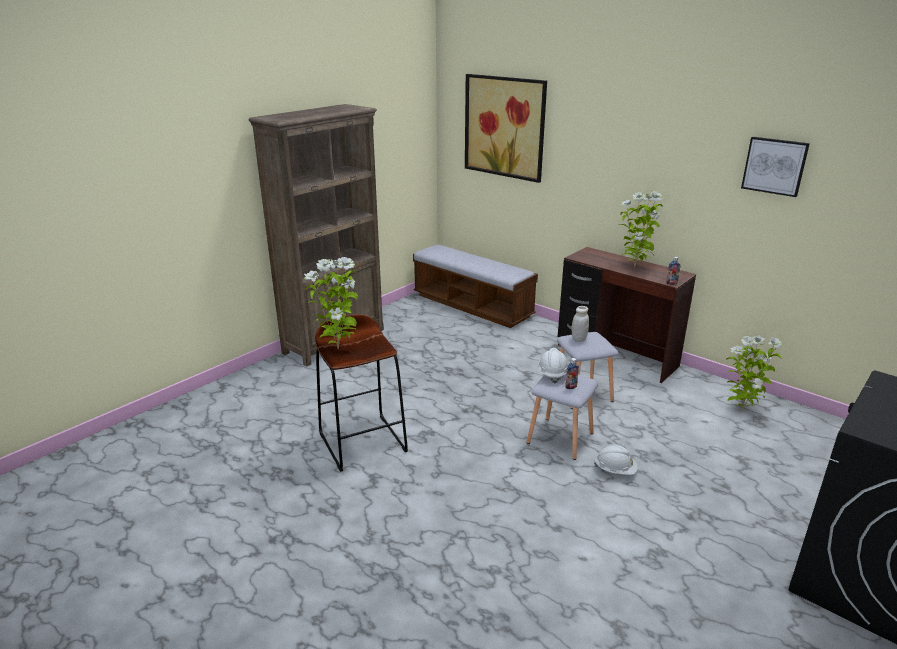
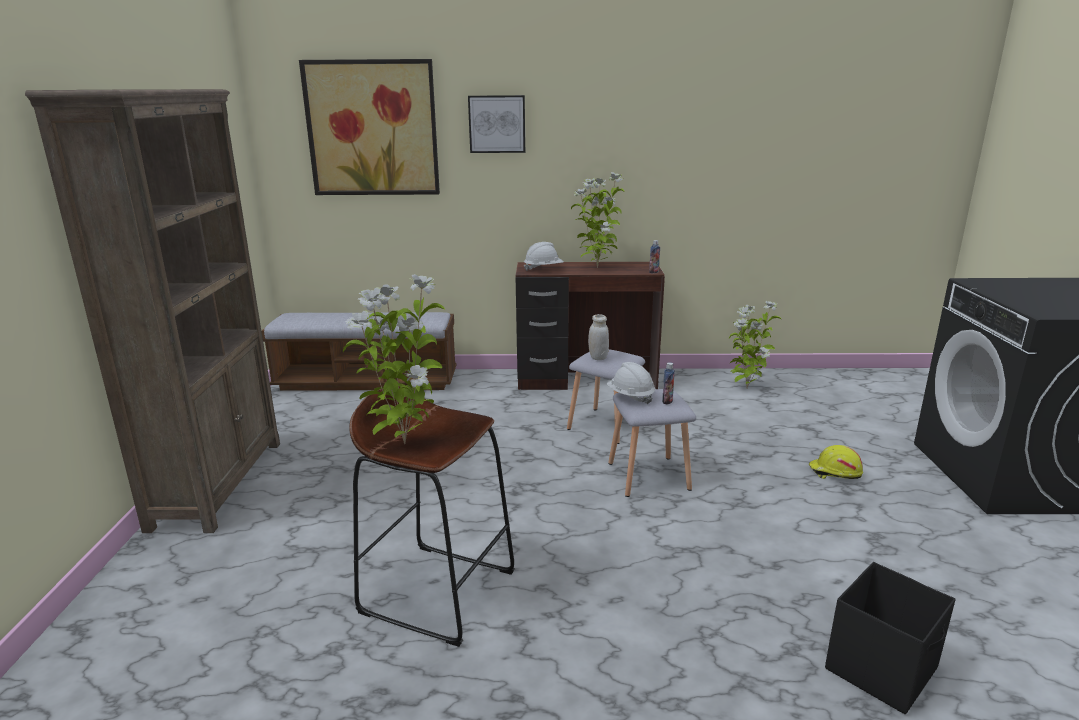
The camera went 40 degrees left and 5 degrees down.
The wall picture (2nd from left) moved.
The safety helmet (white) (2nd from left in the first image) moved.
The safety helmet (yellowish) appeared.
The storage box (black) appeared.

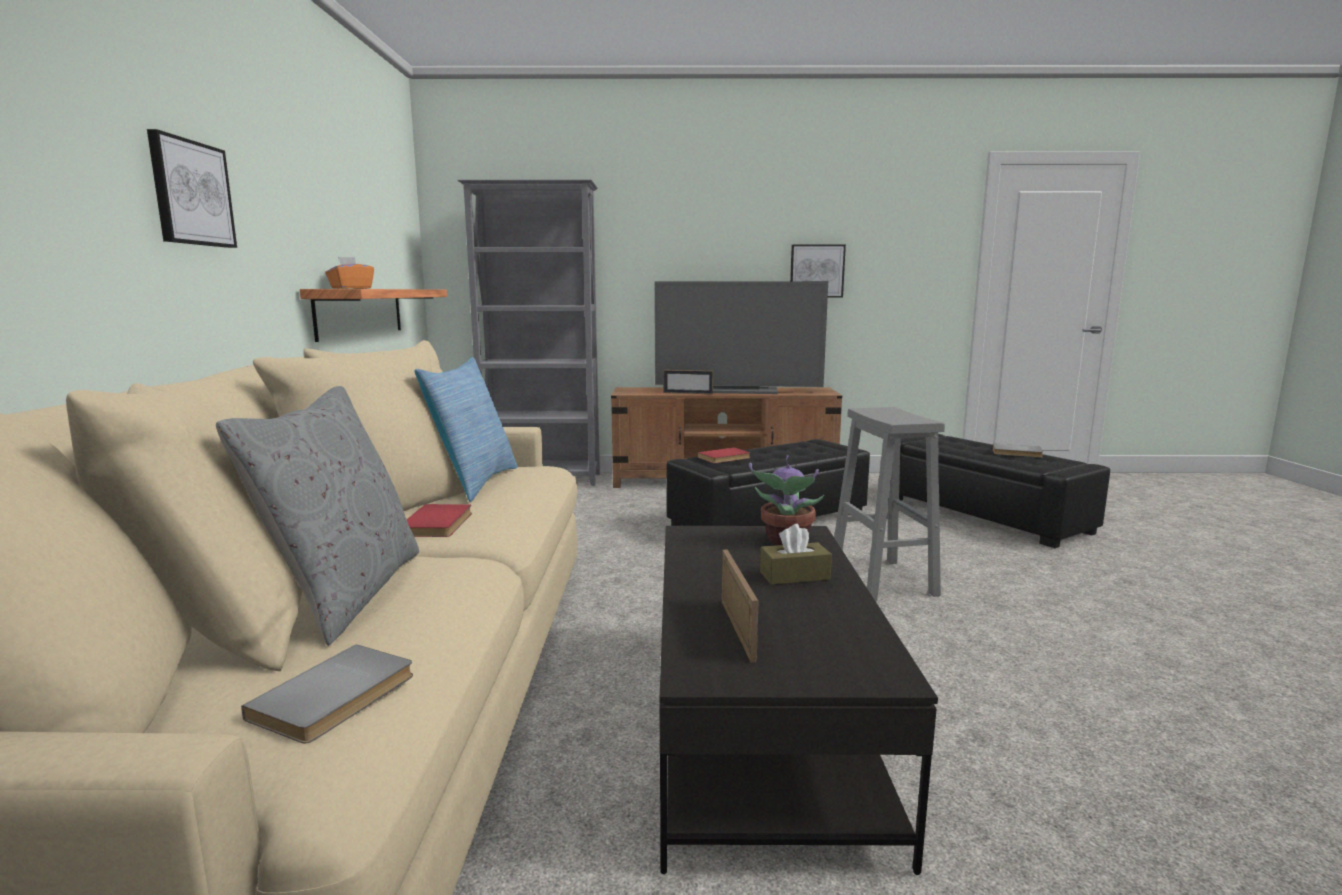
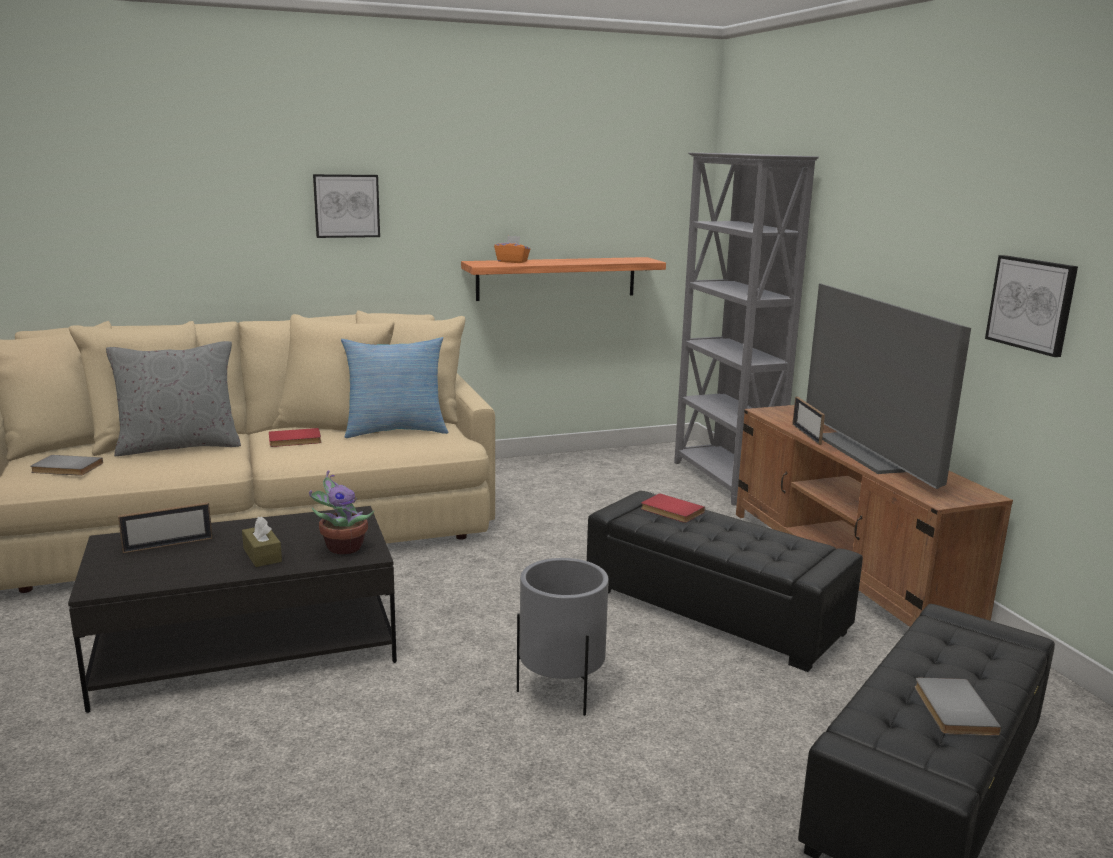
The camera went 70 degrees right and 5 degrees up.
The stool (gray) was replaced by the flower pot (gray).

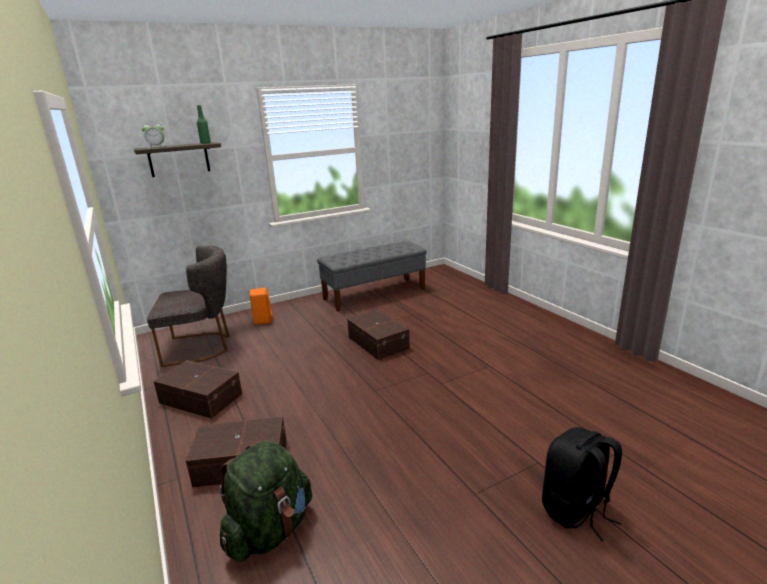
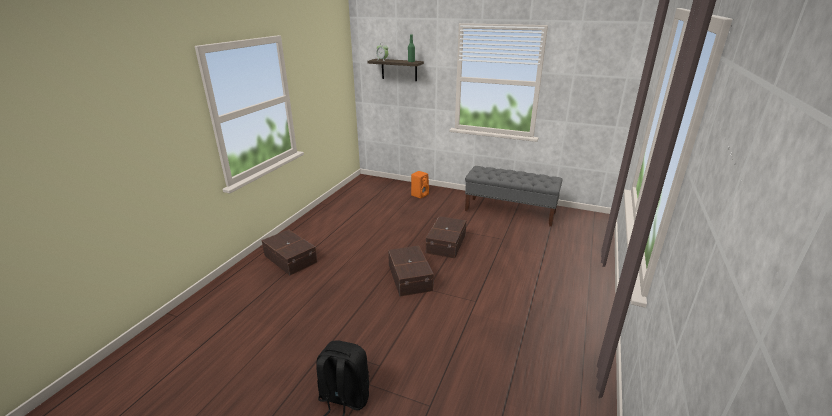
The camera went 50 degrees right and 5 degrees up.
The upright chair (gray) disappeared.
The storage box (brown) (1st from left in the first image) moved.
The knapsack (green) disappeared.

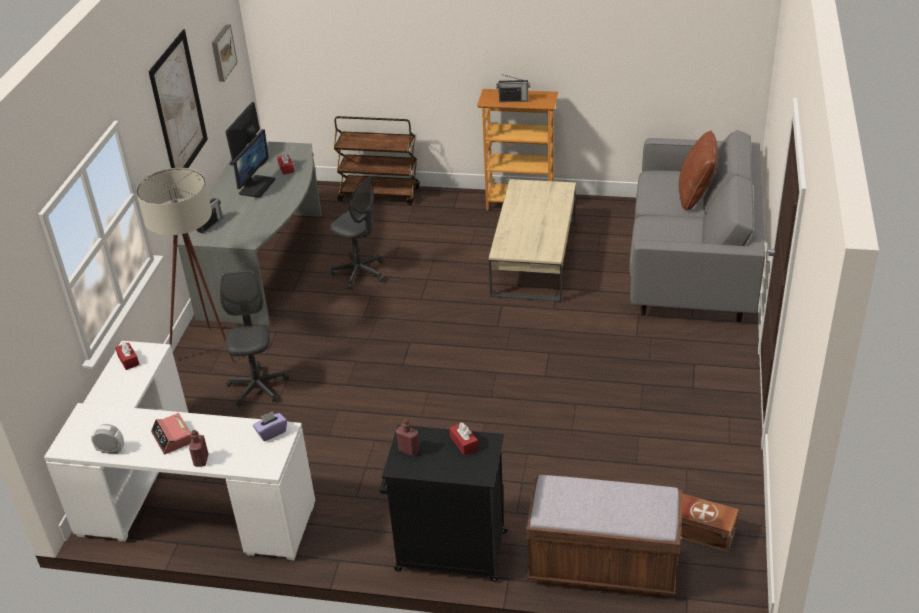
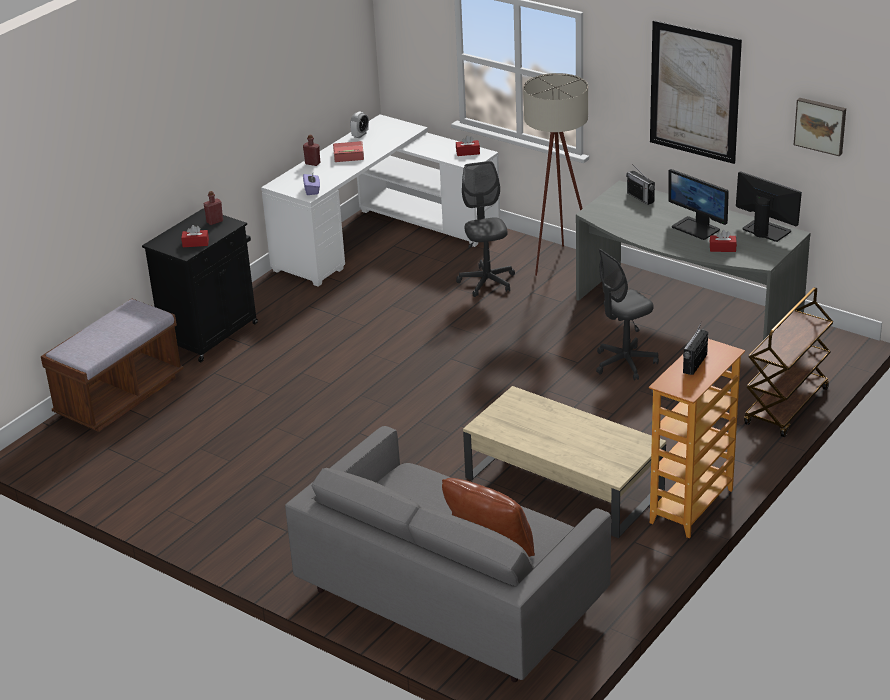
The camera went 115 degrees right and 5 degrees down.
The computer chair (gray) (1st from left) turned 120 degrees counterclockwise.
The storage box (brown) disappeared.

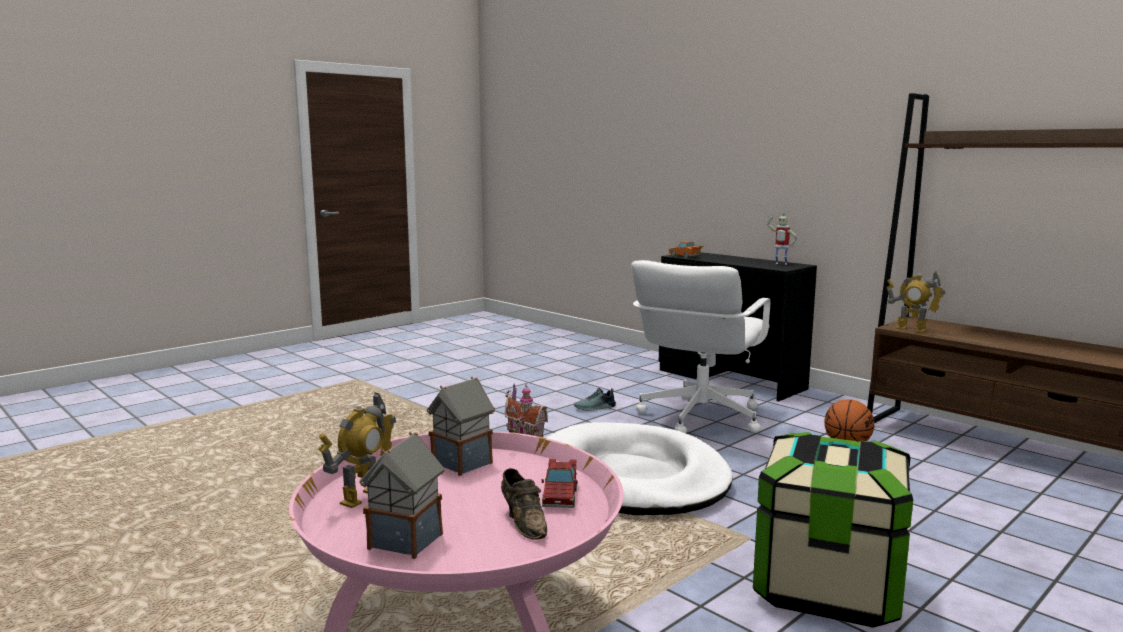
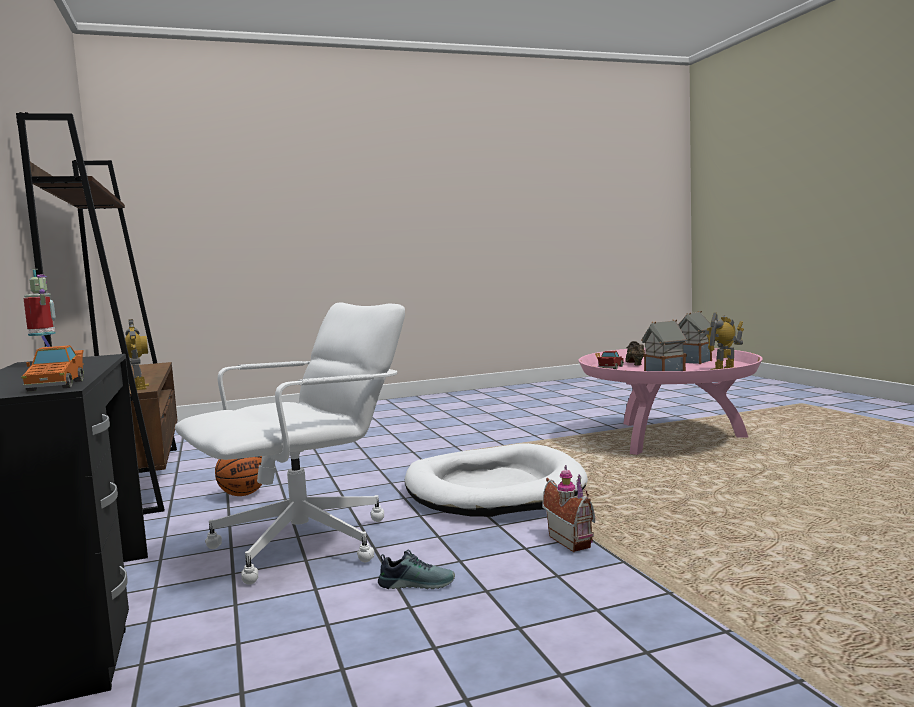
The camera went 155 degrees left and 5 degrees down.
The storage box disappeared.

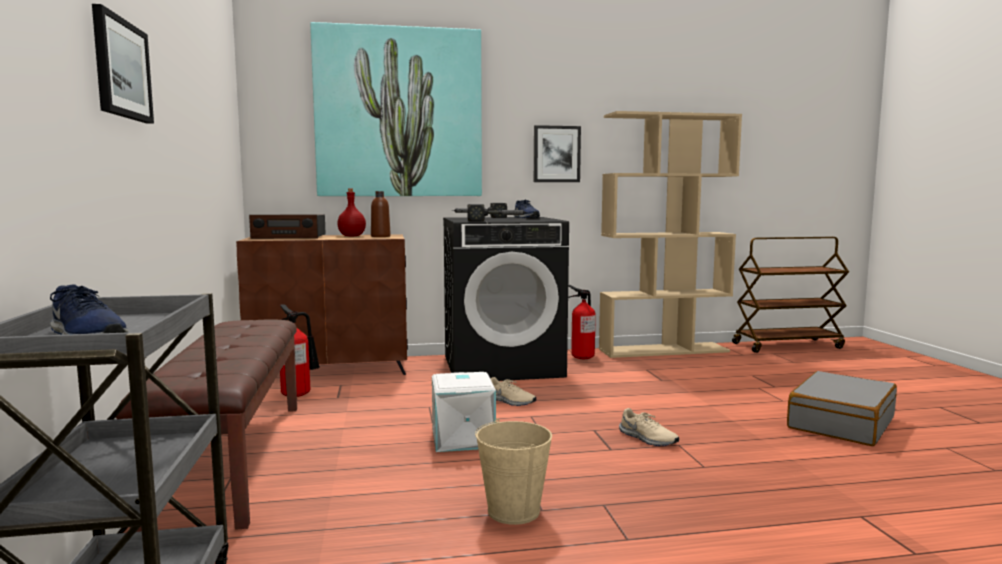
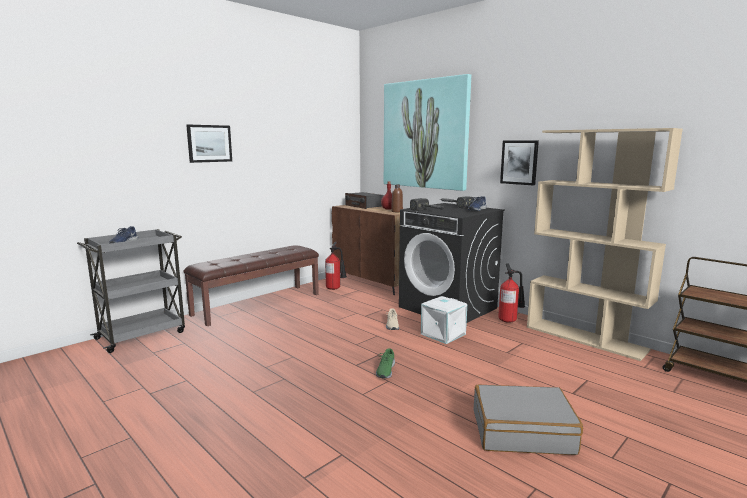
The camera went 55 degrees right and 5 degrees up.
The storage box (white) moved.
The low shoe (beige) (2nd from left) became the low shoe (green).
The water bucket (beige) disappeared.

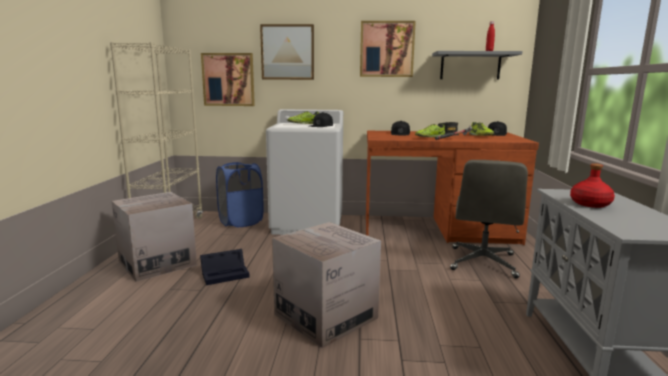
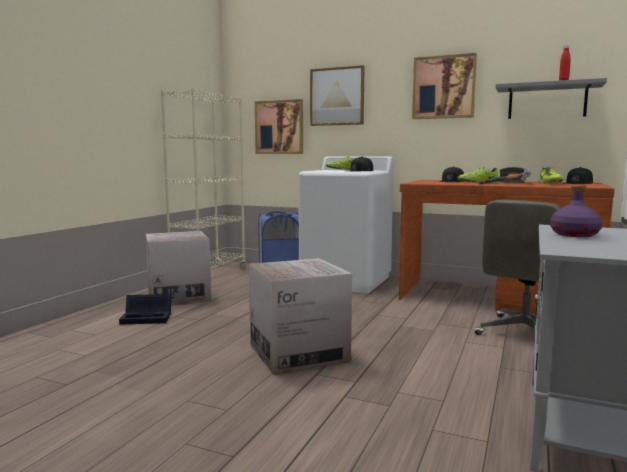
The camera went 20 degrees right and 5 degrees down.
The bottle (reddish) (2nd from left) became the bottle (purple-coloured).
The storage box (black) moved.

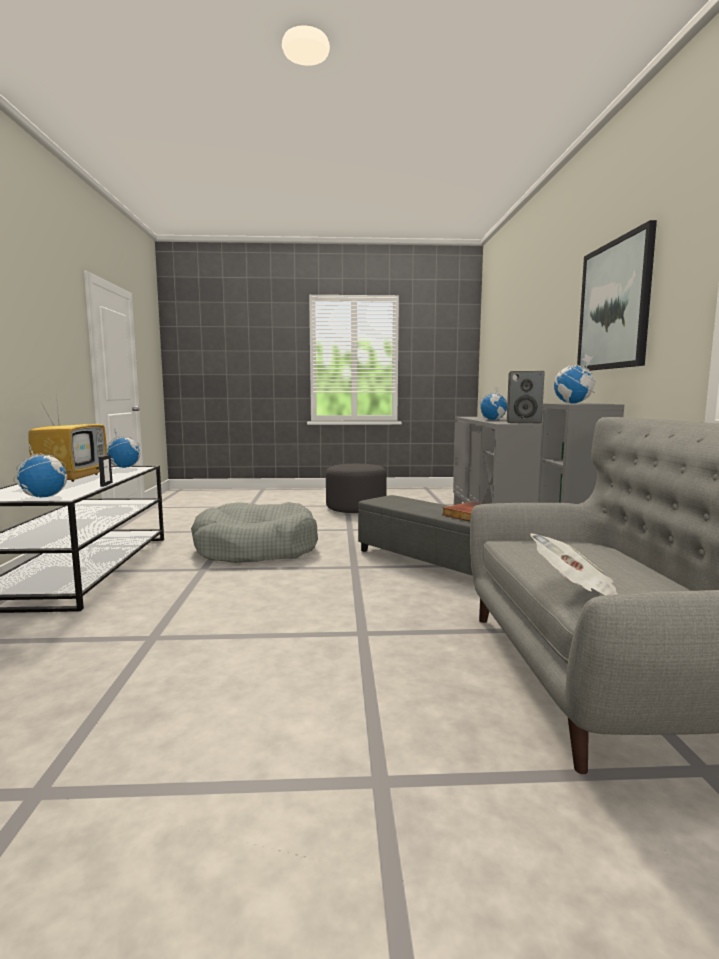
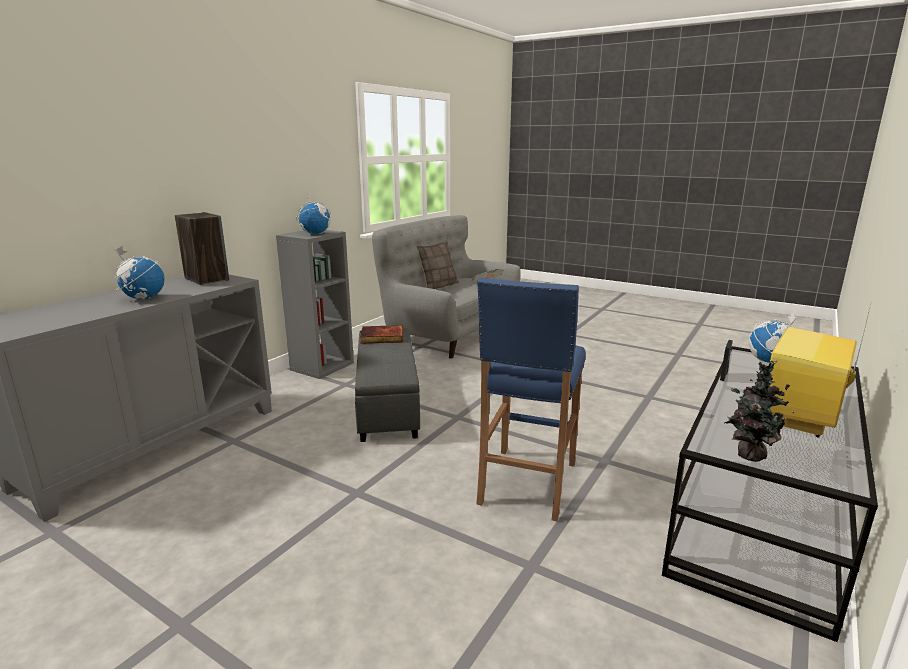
The camera went 145 degrees left and 10 degrees up.
The wall picture disappeared.
The world globe (2nd from left) was replaced by the houseplant.
The ottoman (gray) (1st from left) disappeared.
The dog cushion (gray) was replaced by the stool (bluish).
The throw pillow appeared.

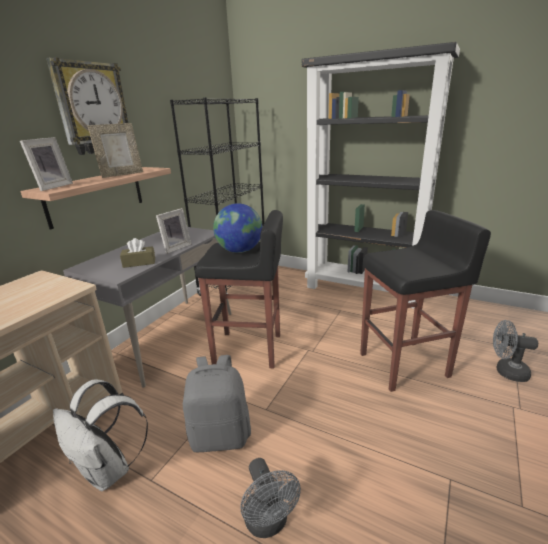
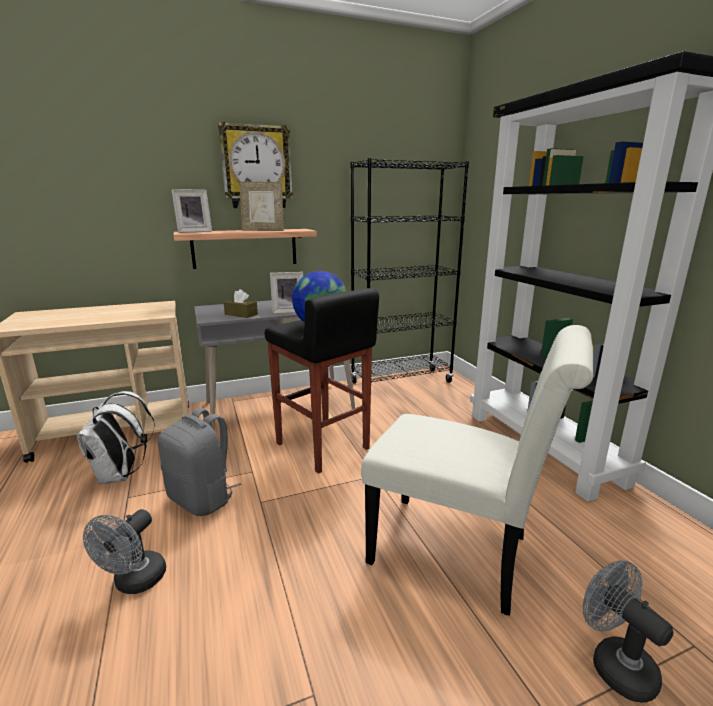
The camera went 40 degrees right and 5 degrees down.
The stool (black) (2nd from left) was replaced by the upright chair (white).

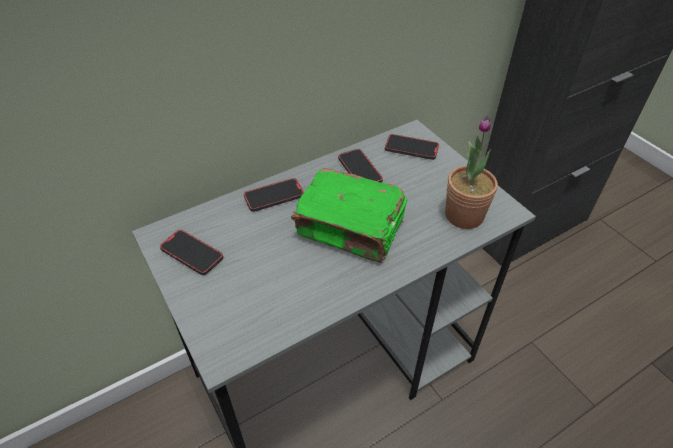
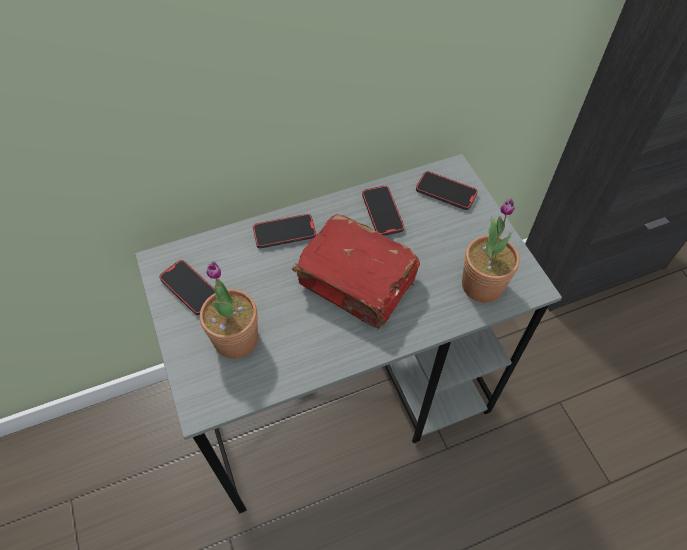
The camera went 10 degrees right and 10 degrees up.
The book (green) became the book (reddish).
The houseplant (1st from left) appeared.

